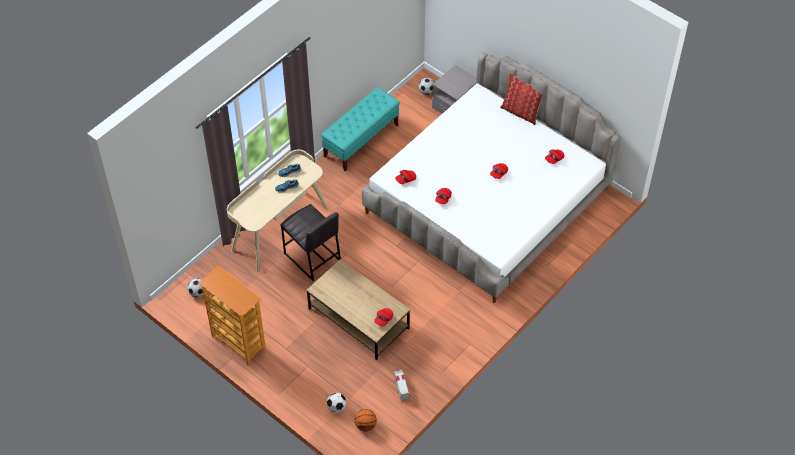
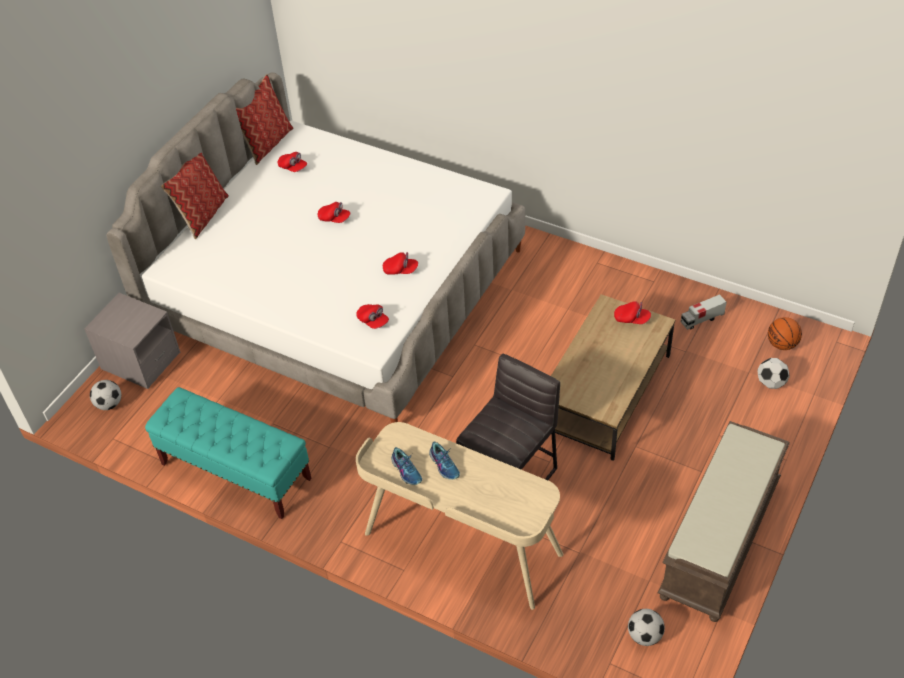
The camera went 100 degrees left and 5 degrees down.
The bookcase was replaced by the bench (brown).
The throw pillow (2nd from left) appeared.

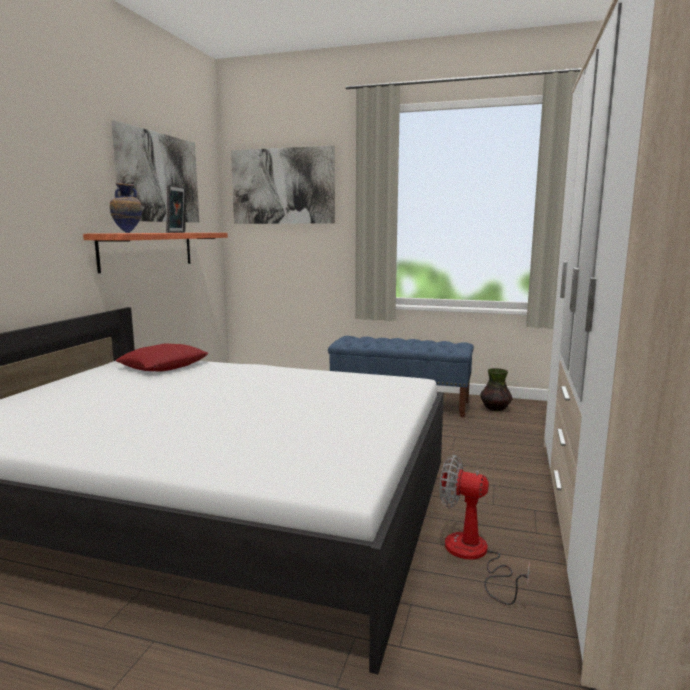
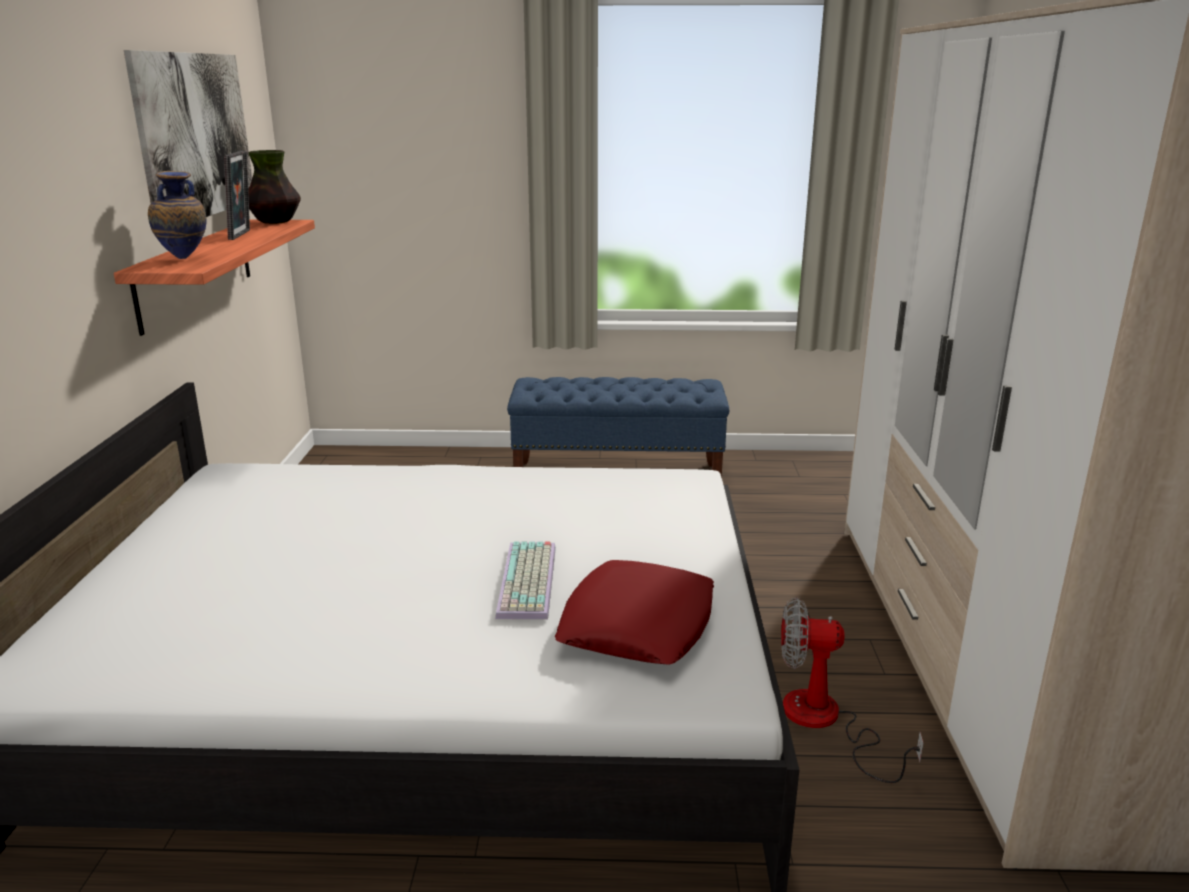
The camera went 15 degrees left and 10 degrees up.
The wall picture (2nd from left) disappeared.
The throw pillow (reddish) moved.
The decorative vase (2nd from left) moved.
The computer keyboard appeared.

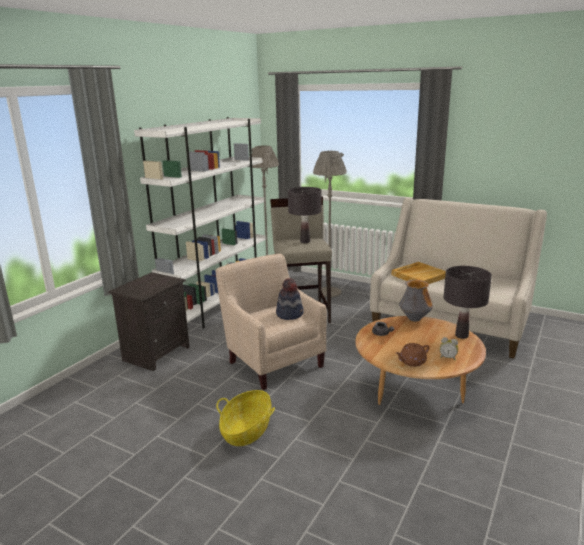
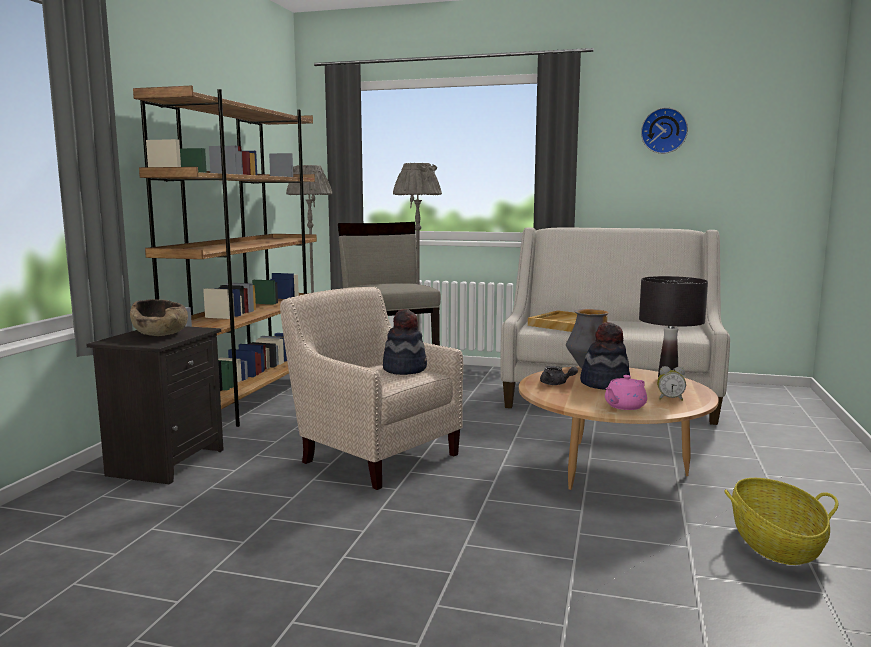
The camera went 15 degrees left and 10 degrees down.
The bookcase (white) became the bookcase (brown).
The tabletop lamp (black) (1st from left) disappeared.
The tea pot (brown) became the tea pot (pink-coloured).
The basket moved.
The hanging clock appeared.
The bowl (brown) appeared.
The wearable hat (2nd from left) appeared.

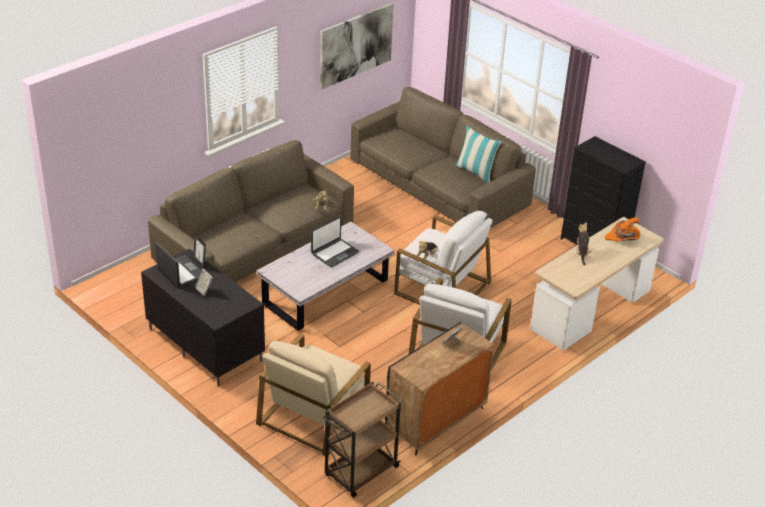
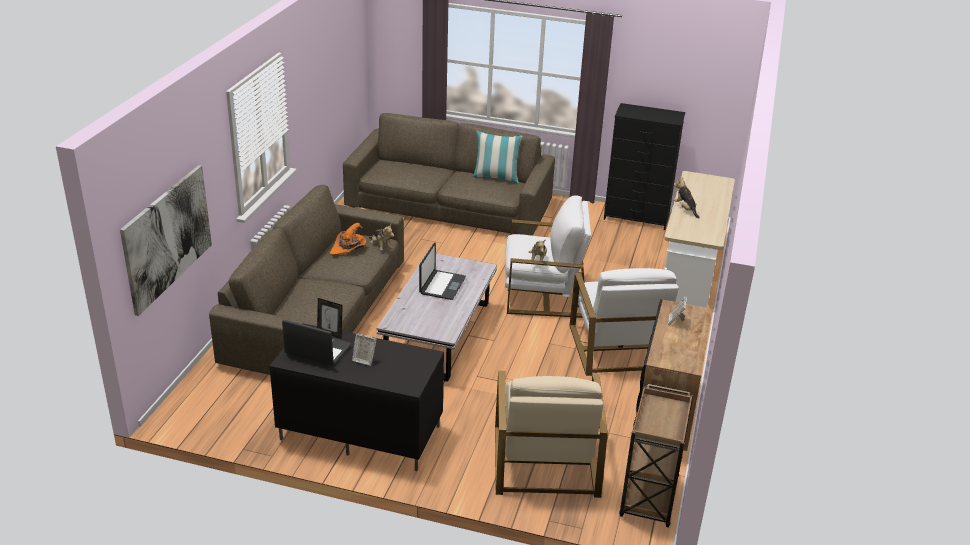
The camera went 30 degrees left and 5 degrees down.
The wall picture moved.
The wearable hat (orange) moved.

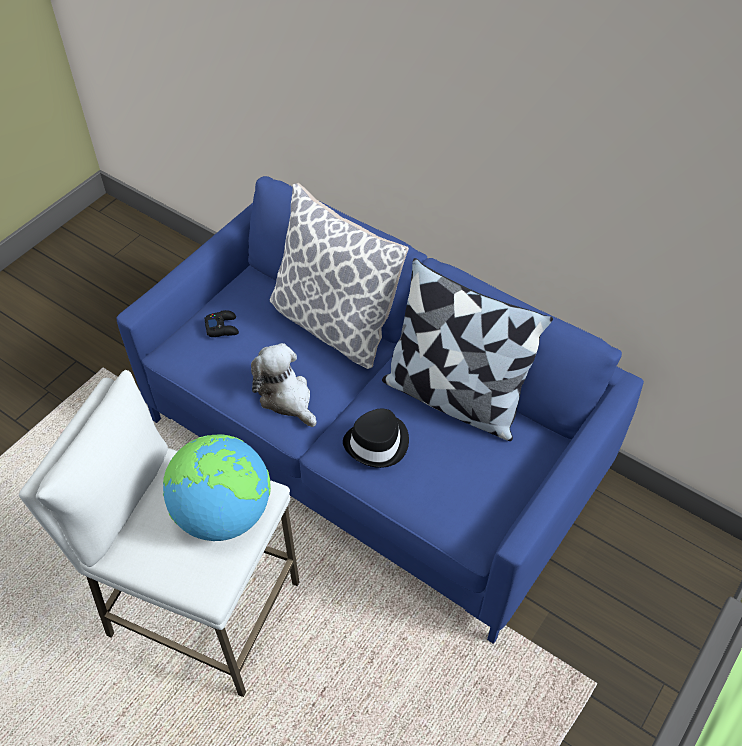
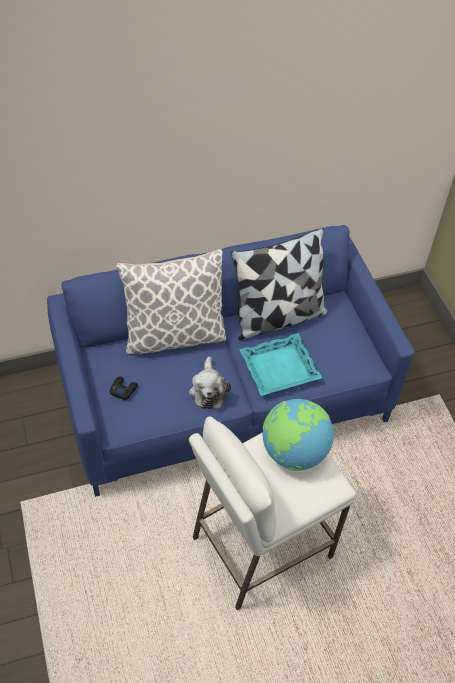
The camera went 55 degrees left and 0 degrees up.
The cuddly toy turned 90 degrees counterclockwise.
The wearable hat (black) was replaced by the serving tray (turquoise-coloured).

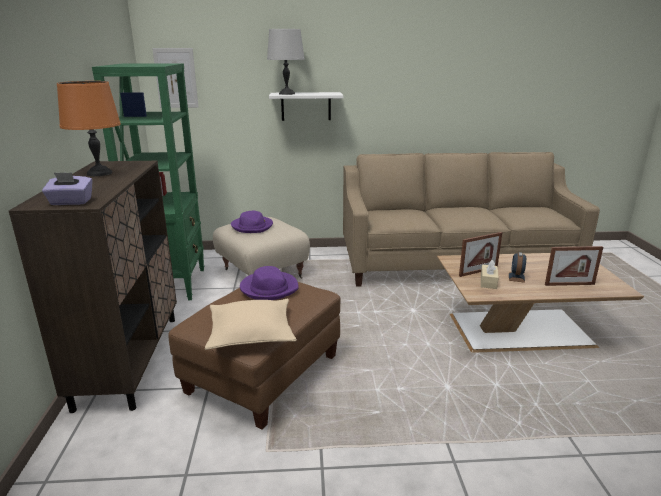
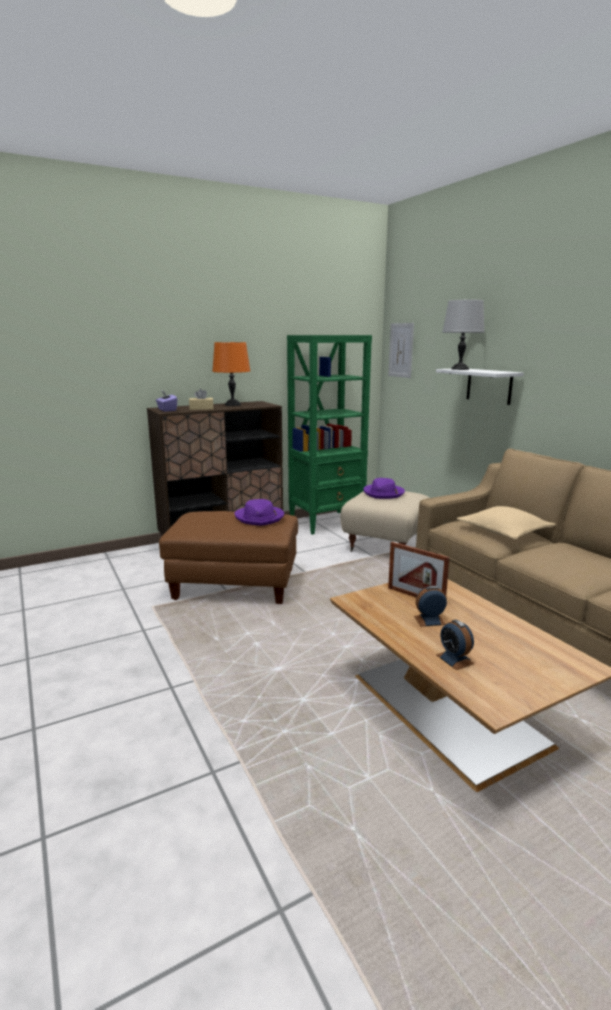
The camera went 65 degrees right and 5 degrees down.
The picture frame (2nd from left) was replaced by the table clock (2nd from left).
The tissue holder (beige) moved.
The throw pillow (beige) moved.

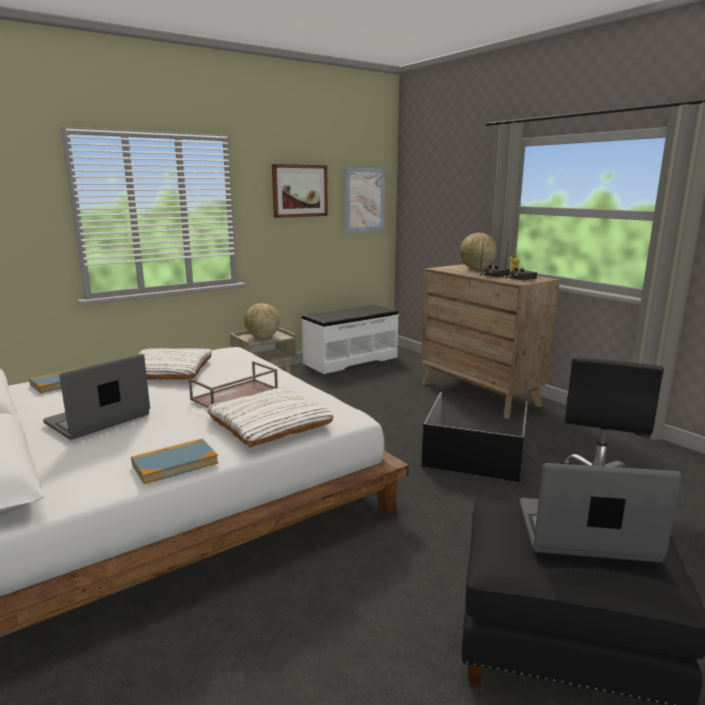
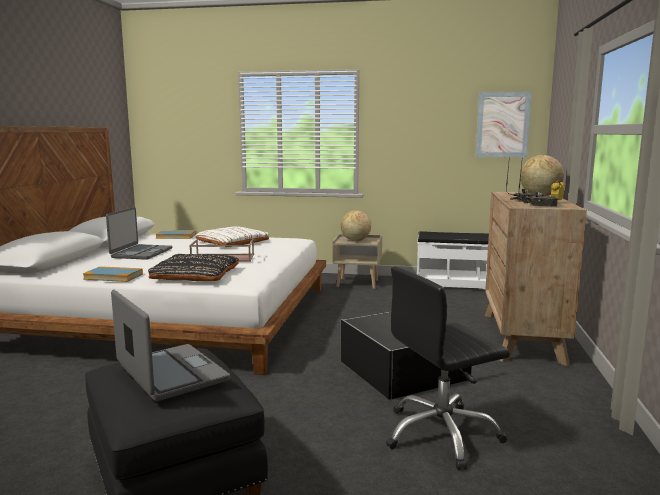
The camera went 45 degrees right and 5 degrees down.
The wall picture (1st from left) disappeared.
The notebook computer (1st from left) turned 105 degrees clockwise.
The throw pillow (white) (2nd from left) became the throw pillow (black).

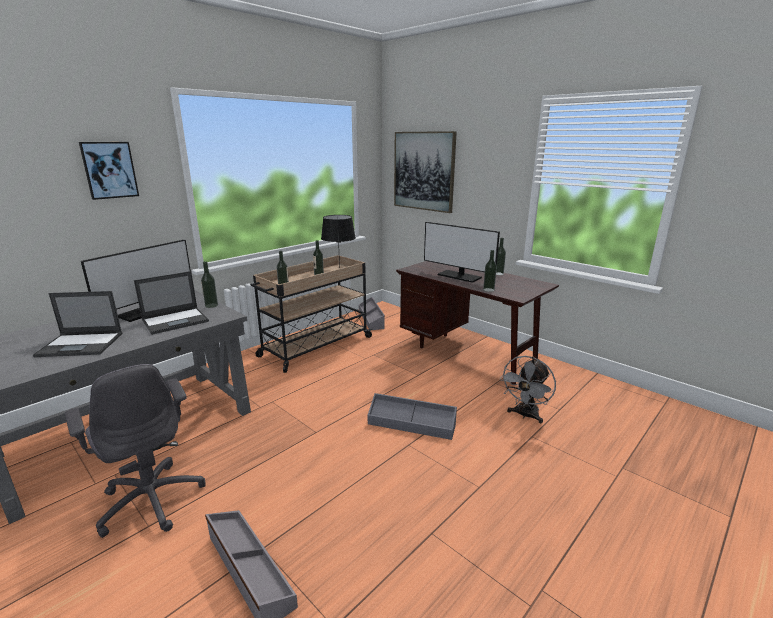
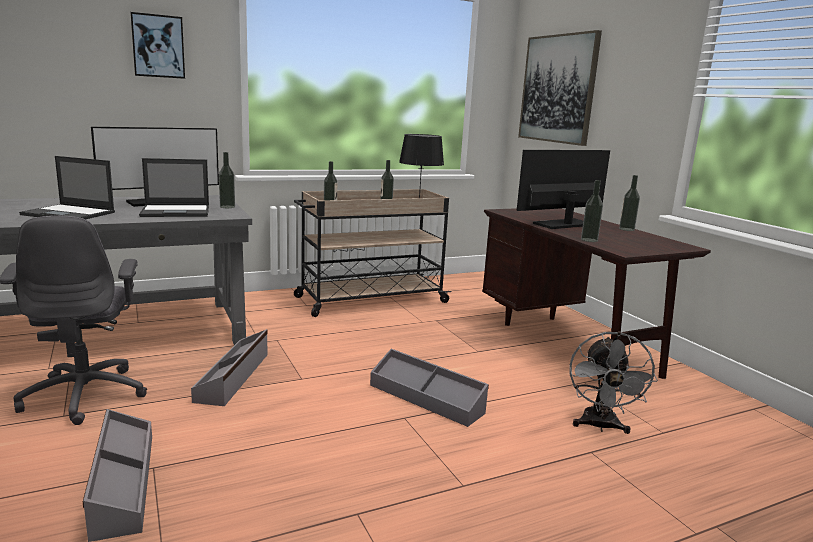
The camera went 20 degrees right and 5 degrees down.
The computer display (2nd from left) turned 90 degrees clockwise.
The storage box (gray) (2nd from left) moved.
The cooling fan (gray) turned 45 degrees counterclockwise.

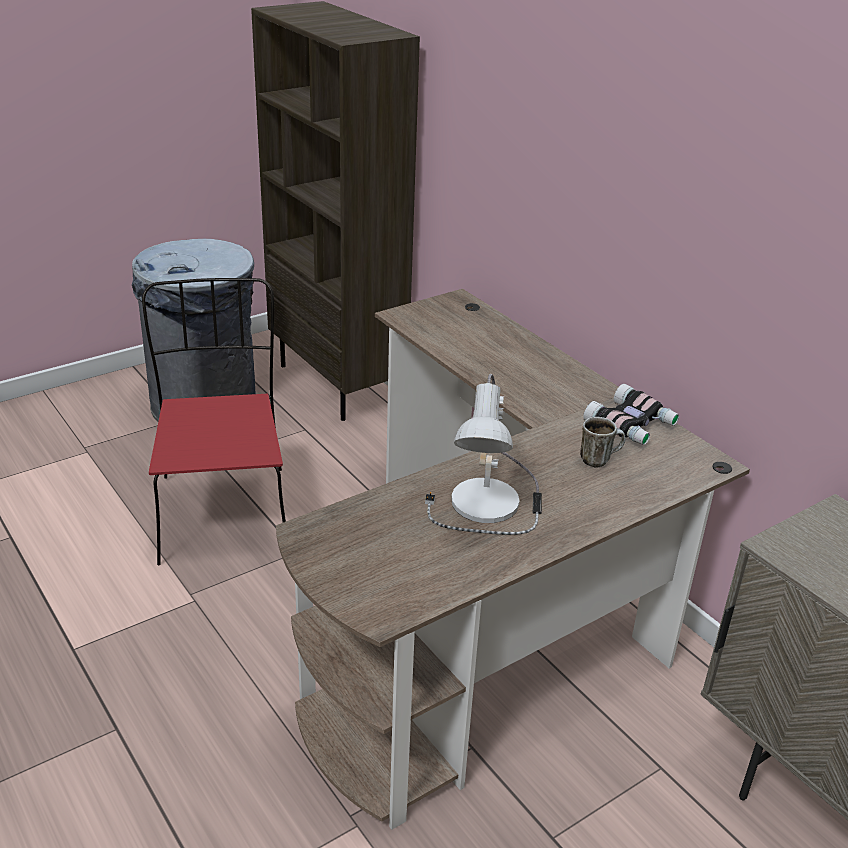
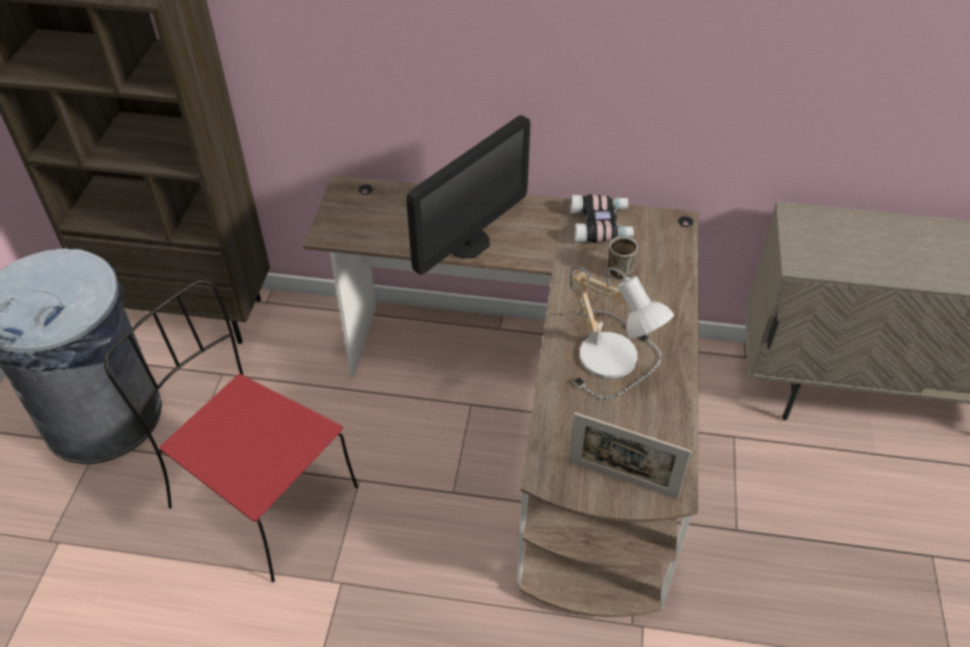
The camera went 45 degrees left and 15 degrees up.
The computer display appeared.
The picture frame appeared.

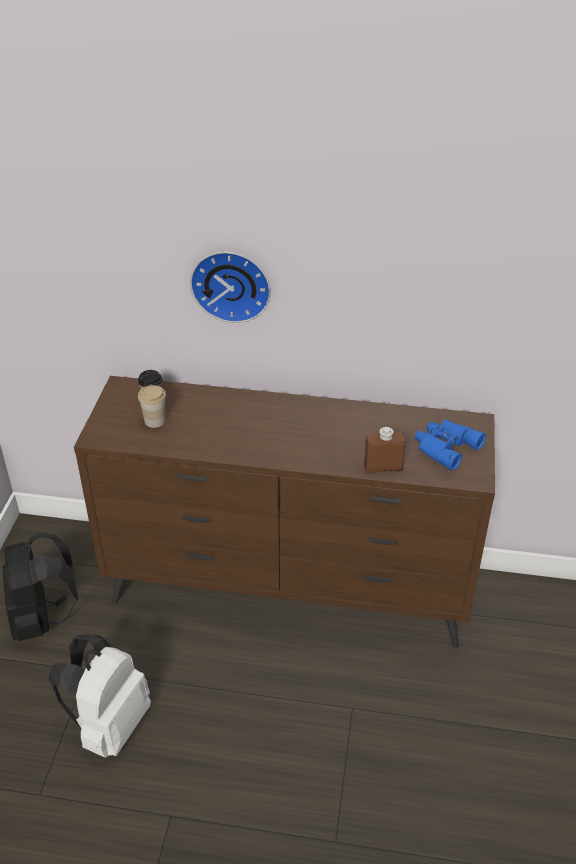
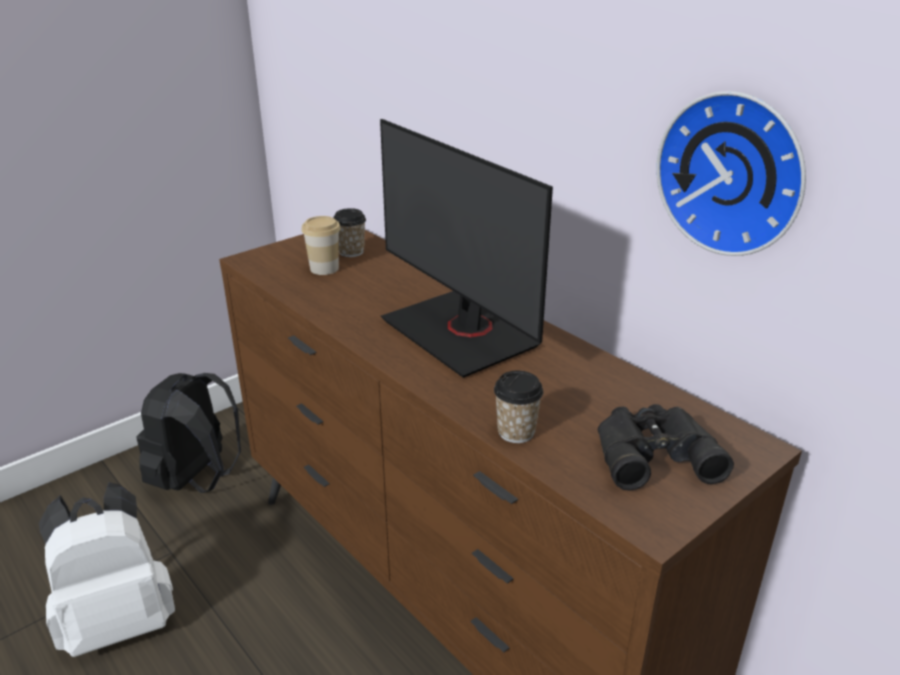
The camera went 40 degrees right and 10 degrees down.
The hanging clock moved.
The field glasses (bluish) became the field glasses (black).
The bottle (brown) was replaced by the drinking cup (3rd from left).
The computer display appeared.

